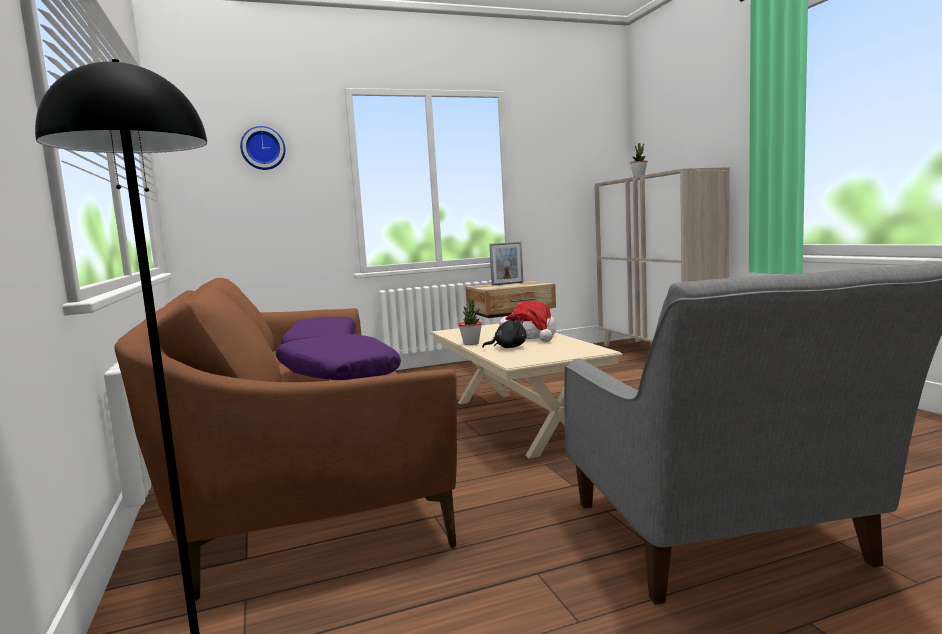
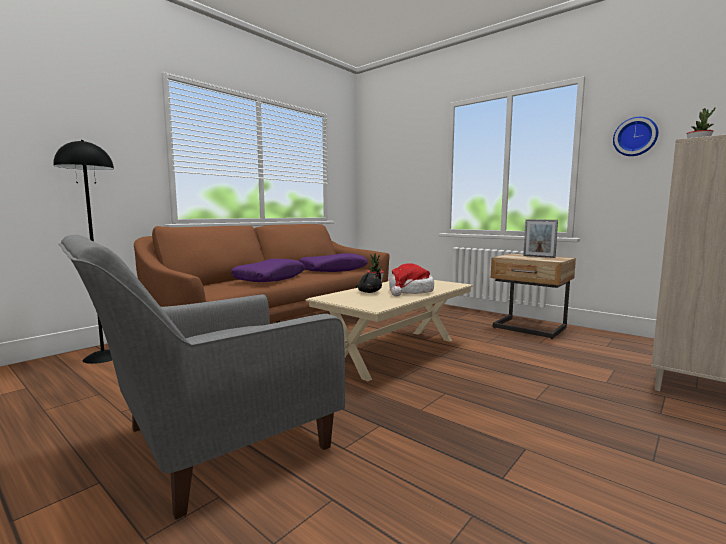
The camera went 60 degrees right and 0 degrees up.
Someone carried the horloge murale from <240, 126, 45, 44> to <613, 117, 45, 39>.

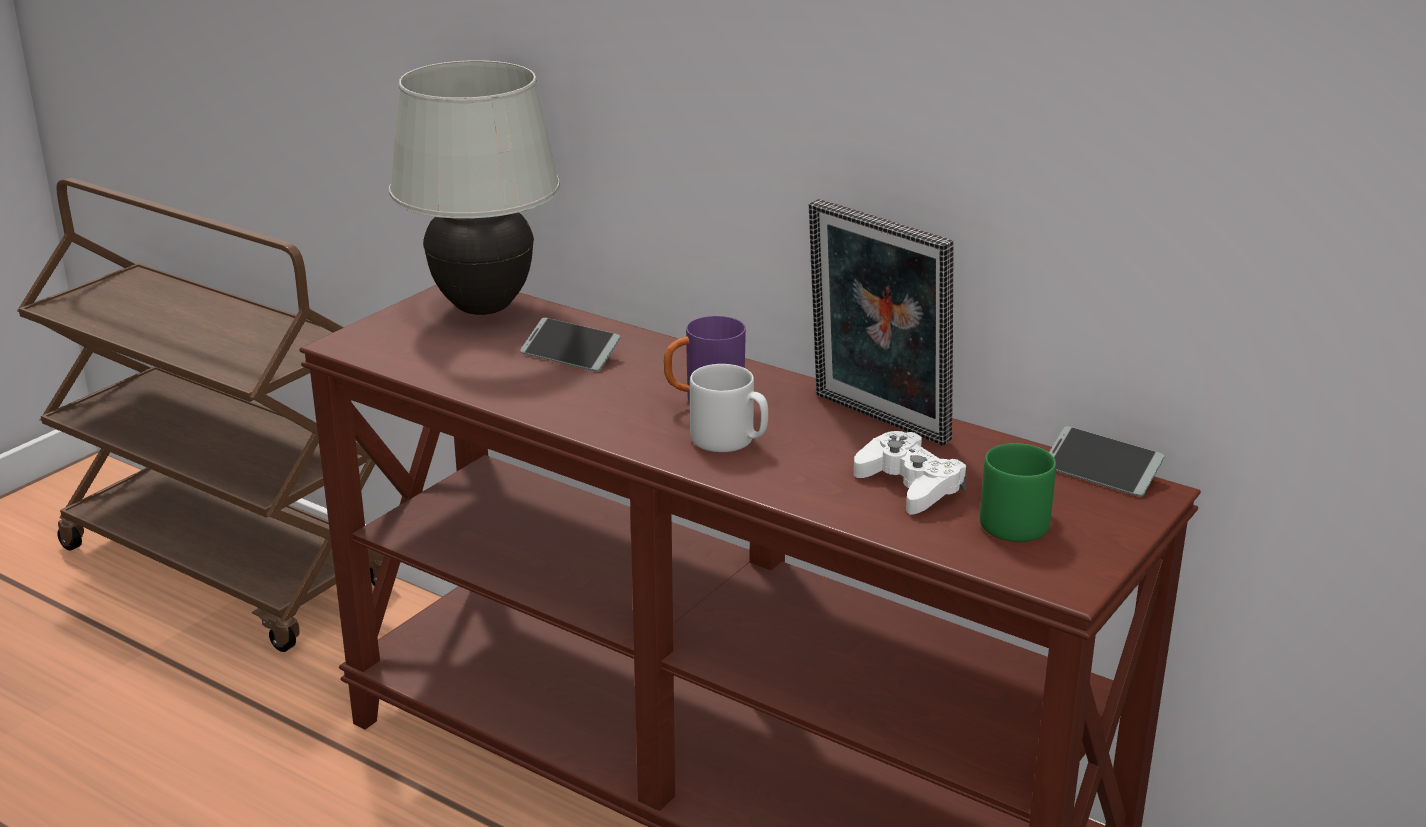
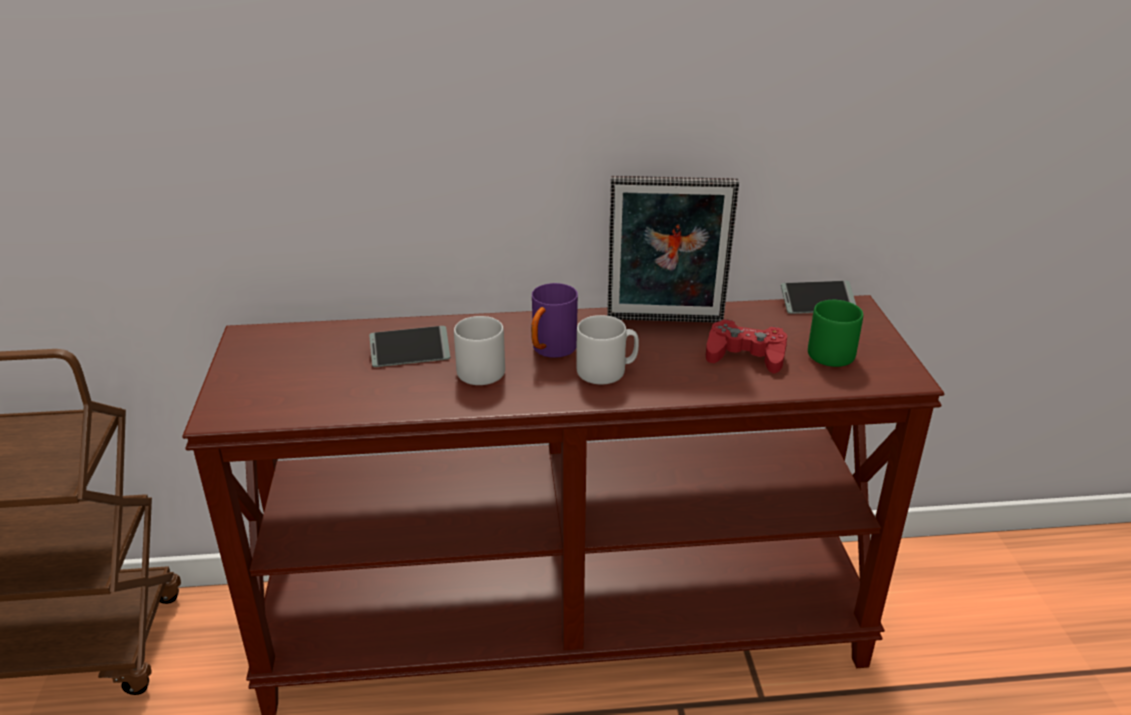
The camera went 40 degrees left and 5 degrees up.
Someone took away the lampe de table/blanc at <389, 60, 171, 255>.
Someone repainted the manette/blanc at <854, 431, 112, 83>, which became the manette/rouge at <706, 319, 81, 54>.
Someone put down the mug/gris at <454, 316, 51, 69>.

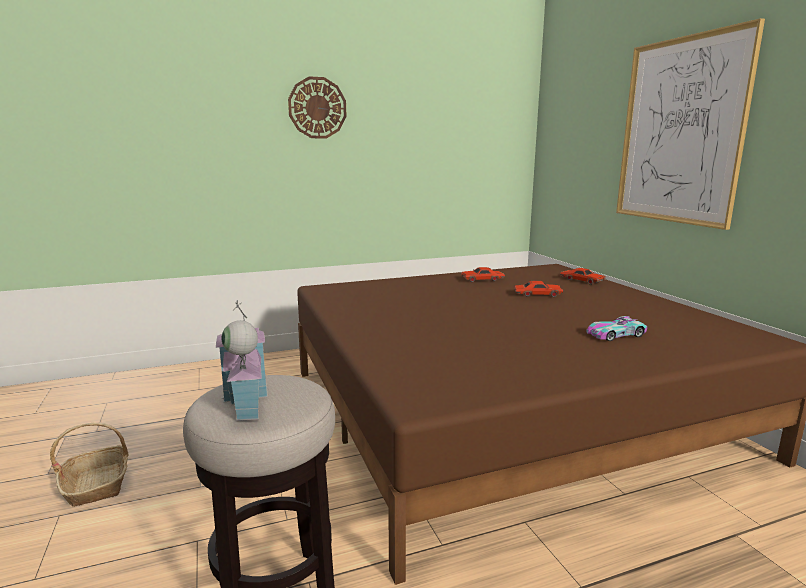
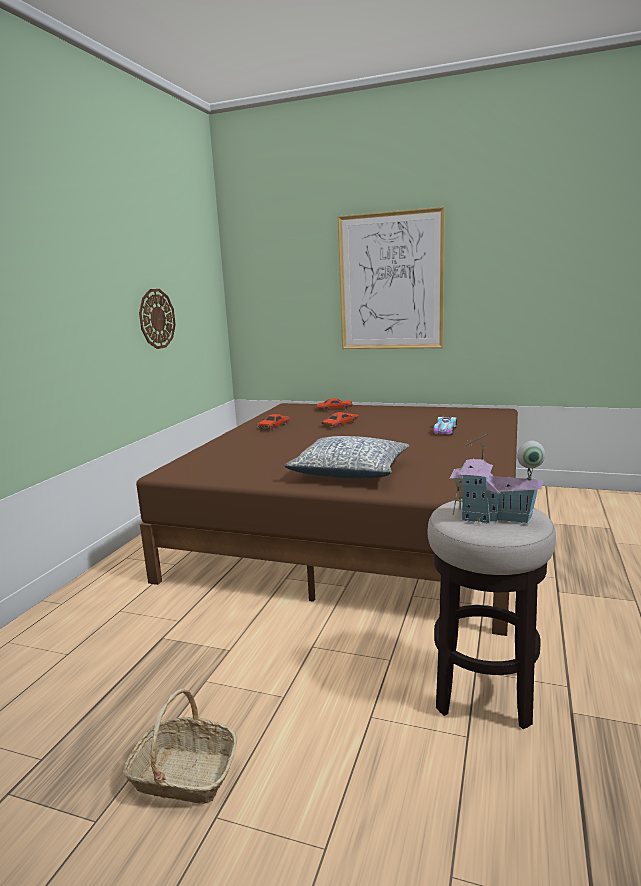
The camera went 50 degrees left and 0 degrees up.
Someone carried the horloge murale from <288, 76, 58, 62> to <139, 289, 37, 60>.
Someone put down the coussin at <285, 436, 124, 42>.

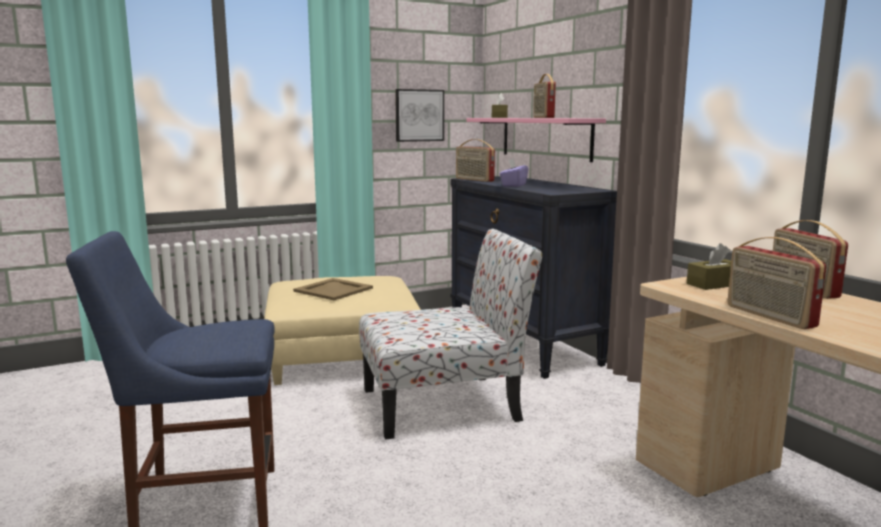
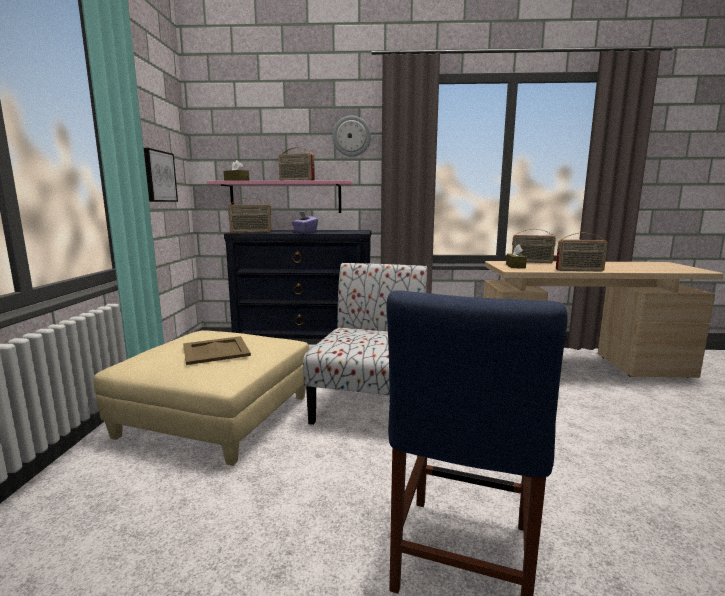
The camera went 60 degrees left and 0 degrees up.
Someone put up the horloge murale at <332, 116, 39, 41>.

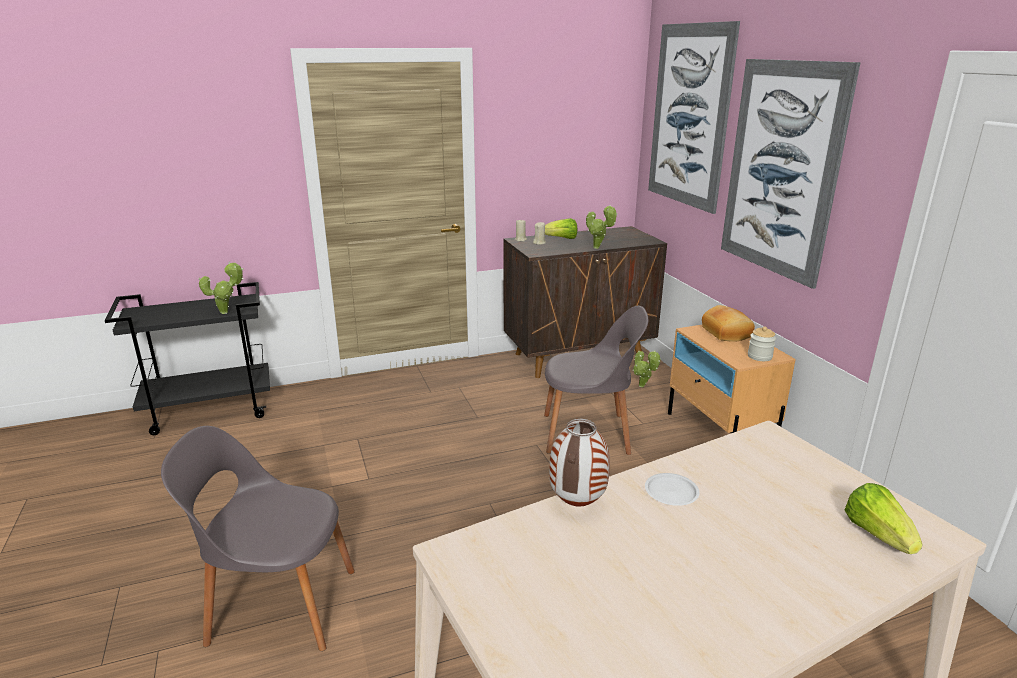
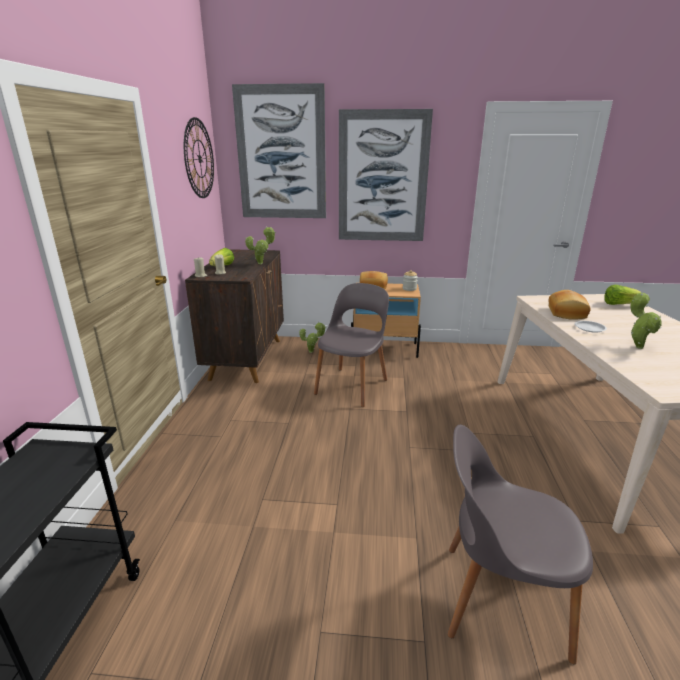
The camera went 65 degrees left and 0 degrees up.
Someone rotated the chaise/gris at <161, 426, 194, 225> by 75 degrees clockwise.
Someone carried the plante en pot from <198, 262, 46, 52> to <631, 293, 31, 56>.
Someone took away the vase at <549, 419, 61, 88>.
Someone put up the horloge murale at <184, 117, 30, 81>.
Someone put down the pain at <549, 290, 41, 30>.

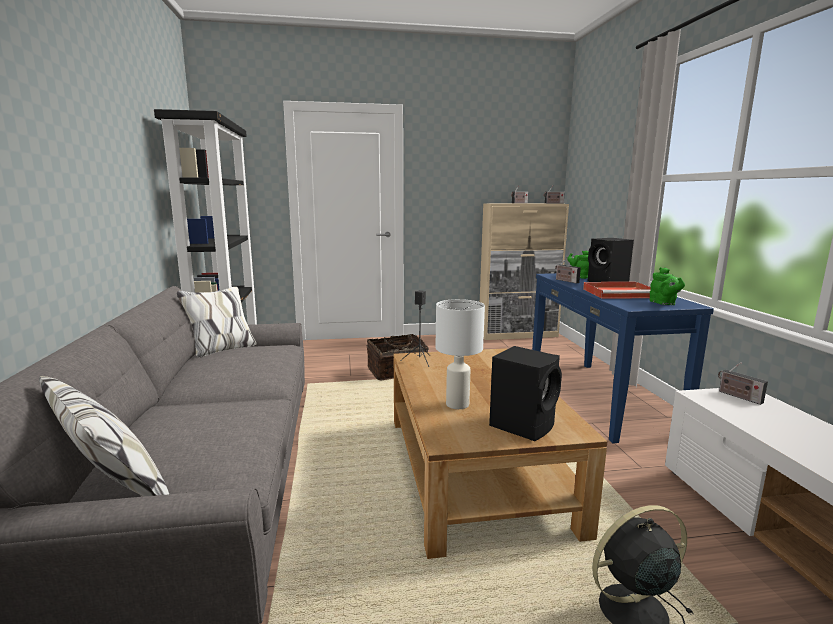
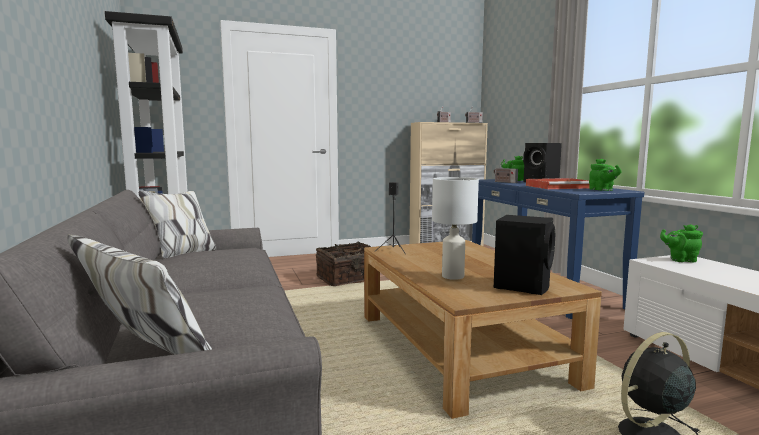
The camera went 10 degrees left and 5 degrees down.
Someone swapped the radio at <718, 362, 50, 43> for the théière/vert at <660, 224, 43, 38>.

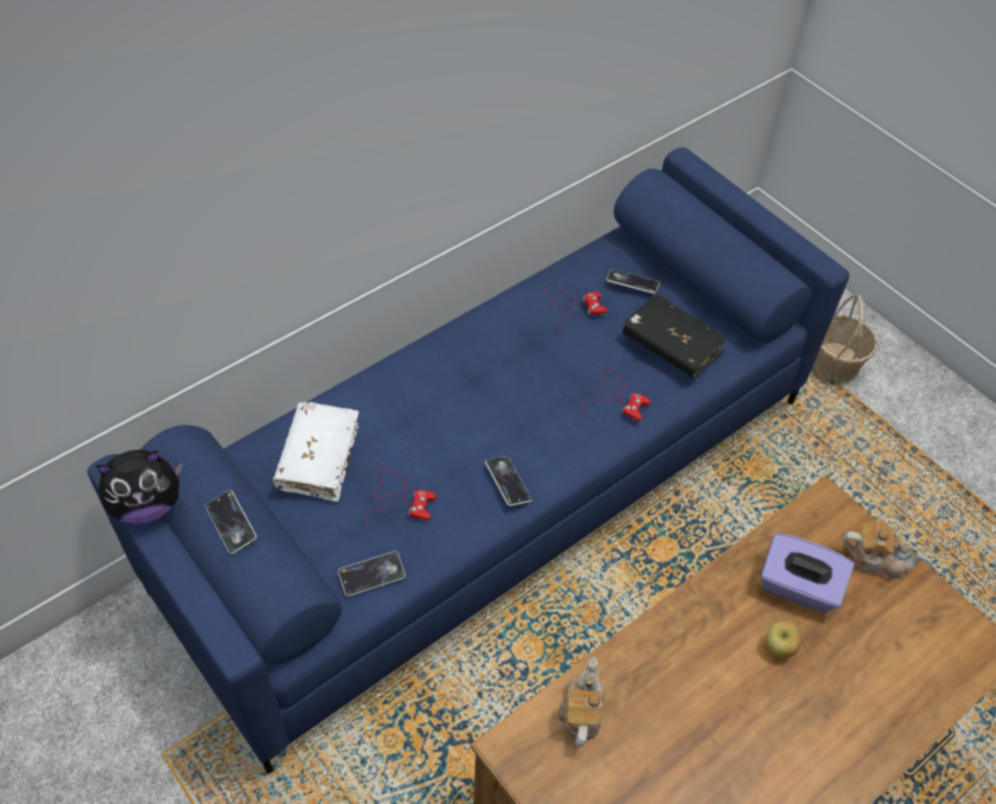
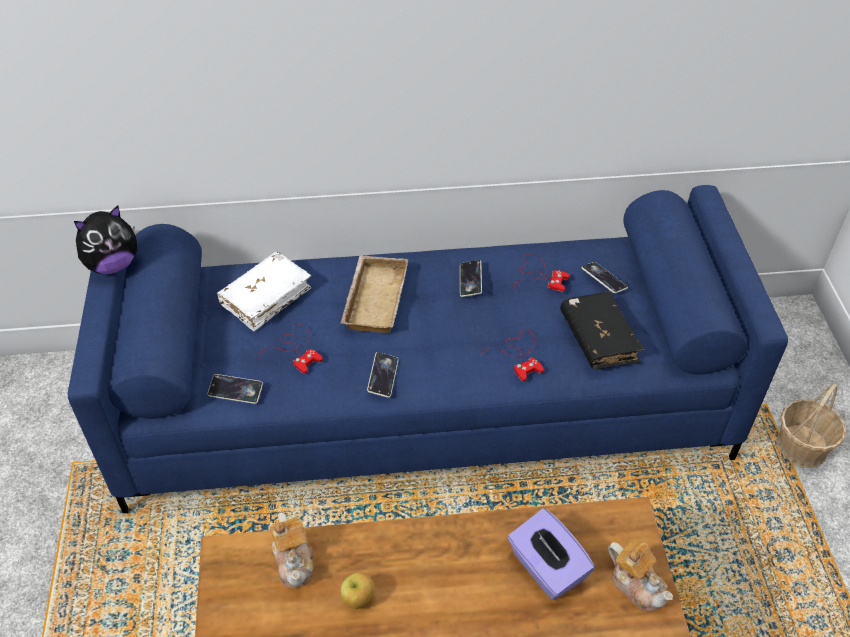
The camera went 35 degrees right and 5 degrees down.
Someone rotated the peluche at <96, 450, 86, 74> by 45 degrees counterclockwise.
Someone carried the téléphone from <205, 490, 52, 64> to <460, 260, 22, 37>.
Someone rotated the théière at <558, 657, 47, 90> by 120 degrees clockwise.
Someone carried the pomme from <766, 621, 36, 37> to <341, 573, 34, 36>.
Someone put down the plateau/beige at <341, 255, 67, 78>.

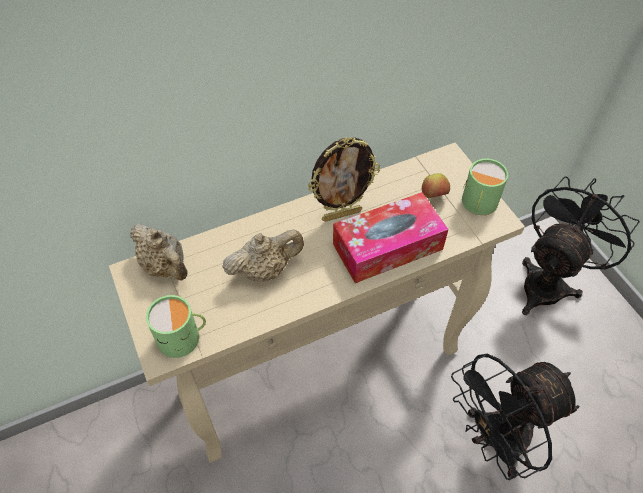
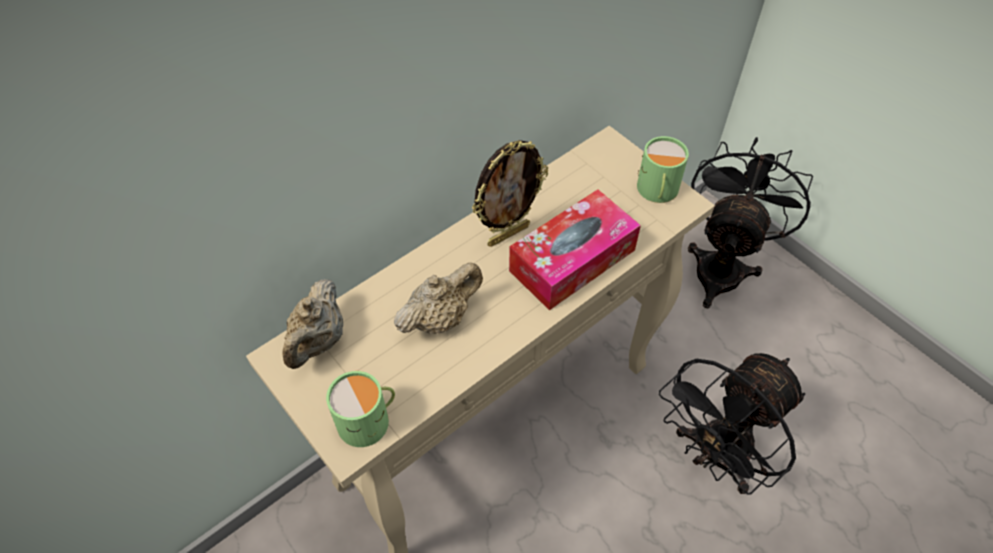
The camera went 15 degrees left and 0 degrees up.
Someone rotated the théière/beige at <130, 223, 58, 57> by 75 degrees clockwise.
Someone took away the pomme at <422, 173, 28, 25>.

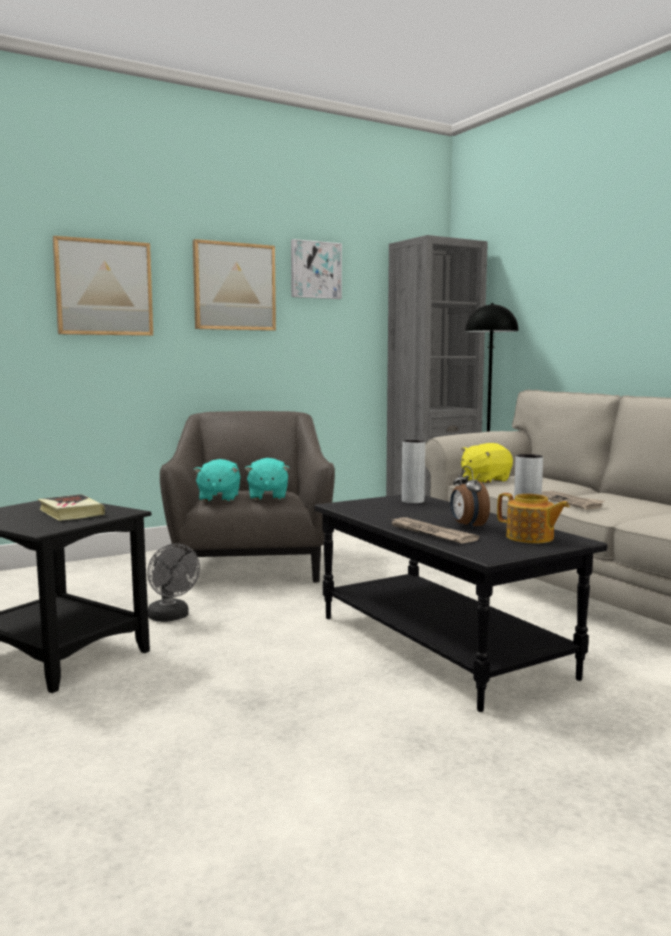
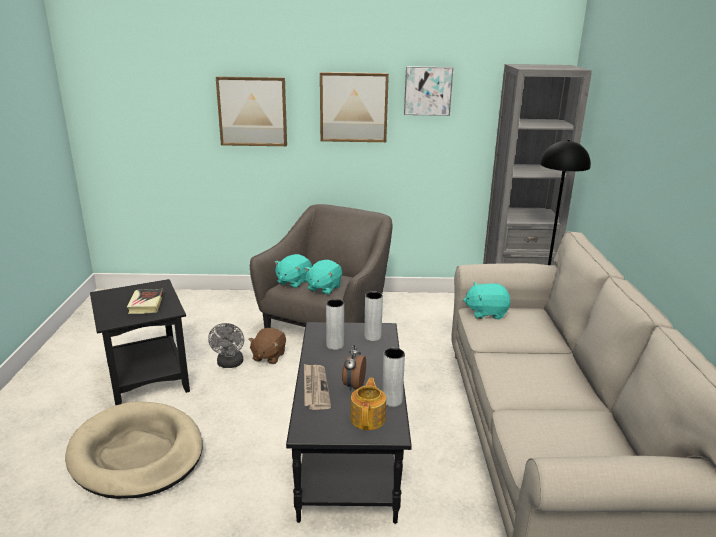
The camera went 30 degrees right and 15 degrees up.
Someone repainted the peluche/jaune at <461, 443, 52, 40>, which became the peluche/turquoise at <463, 282, 47, 37>.
Someone rotated the théière at <497, 493, 73, 50> by 150 degrees counterclockwise.
Someone took away the journal at <542, 491, 63, 19>.
Someone put down the panier pour chien/beige at <65, 401, 138, 98>.
Someone put down the peluche/marron at <248, 328, 38, 36>.
Someone put down the vase/gris at <326, 299, 18, 51>.

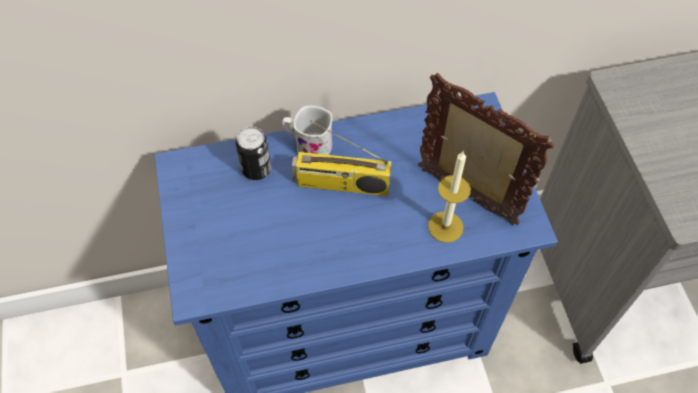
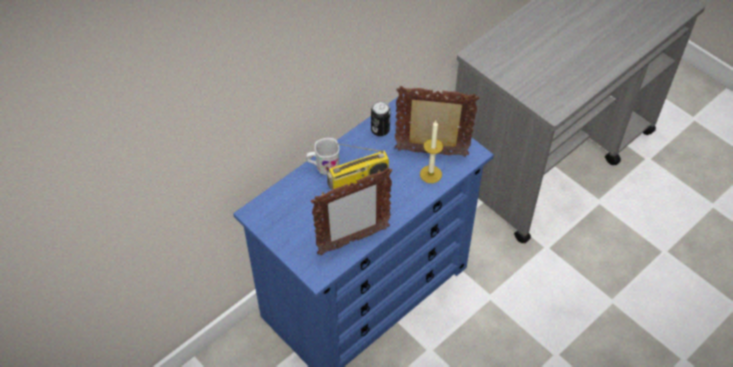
The camera went 30 degrees left and 5 degrees down.
Someone carried the boîte métallique from <236, 127, 35, 53> to <371, 101, 20, 35>.
Someone put down the cadre photo at <311, 167, 81, 88>.

